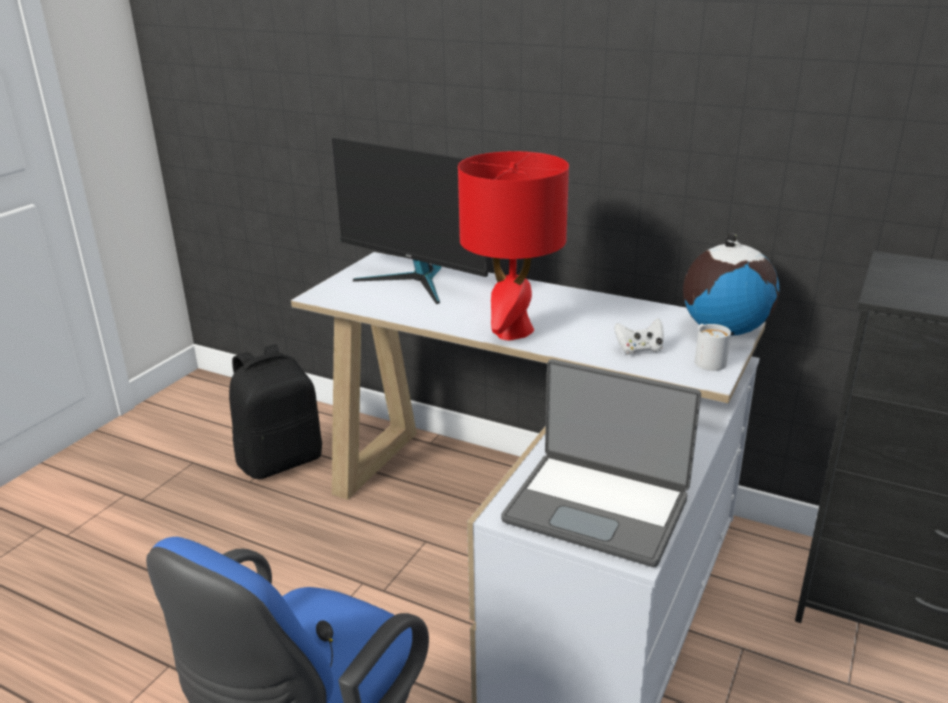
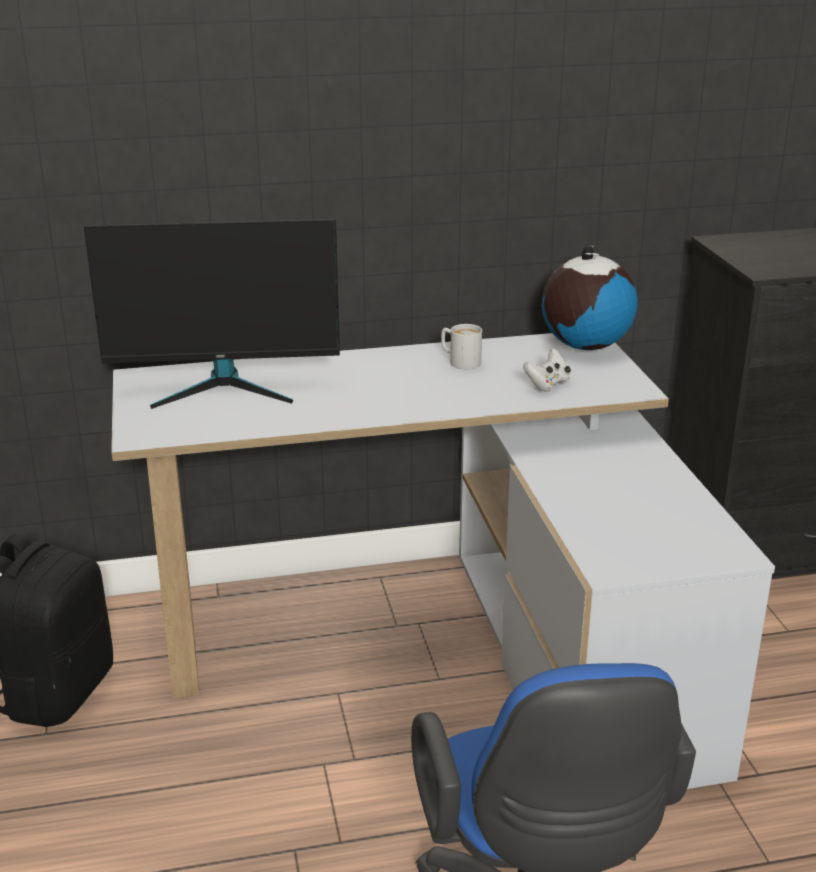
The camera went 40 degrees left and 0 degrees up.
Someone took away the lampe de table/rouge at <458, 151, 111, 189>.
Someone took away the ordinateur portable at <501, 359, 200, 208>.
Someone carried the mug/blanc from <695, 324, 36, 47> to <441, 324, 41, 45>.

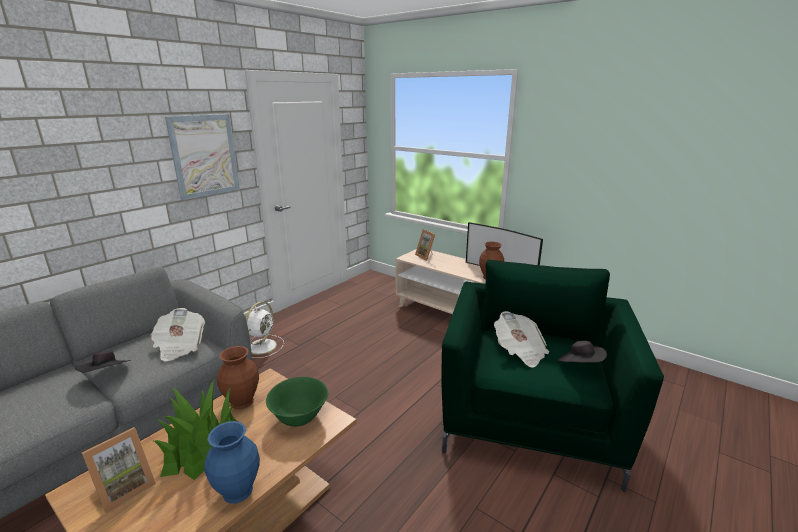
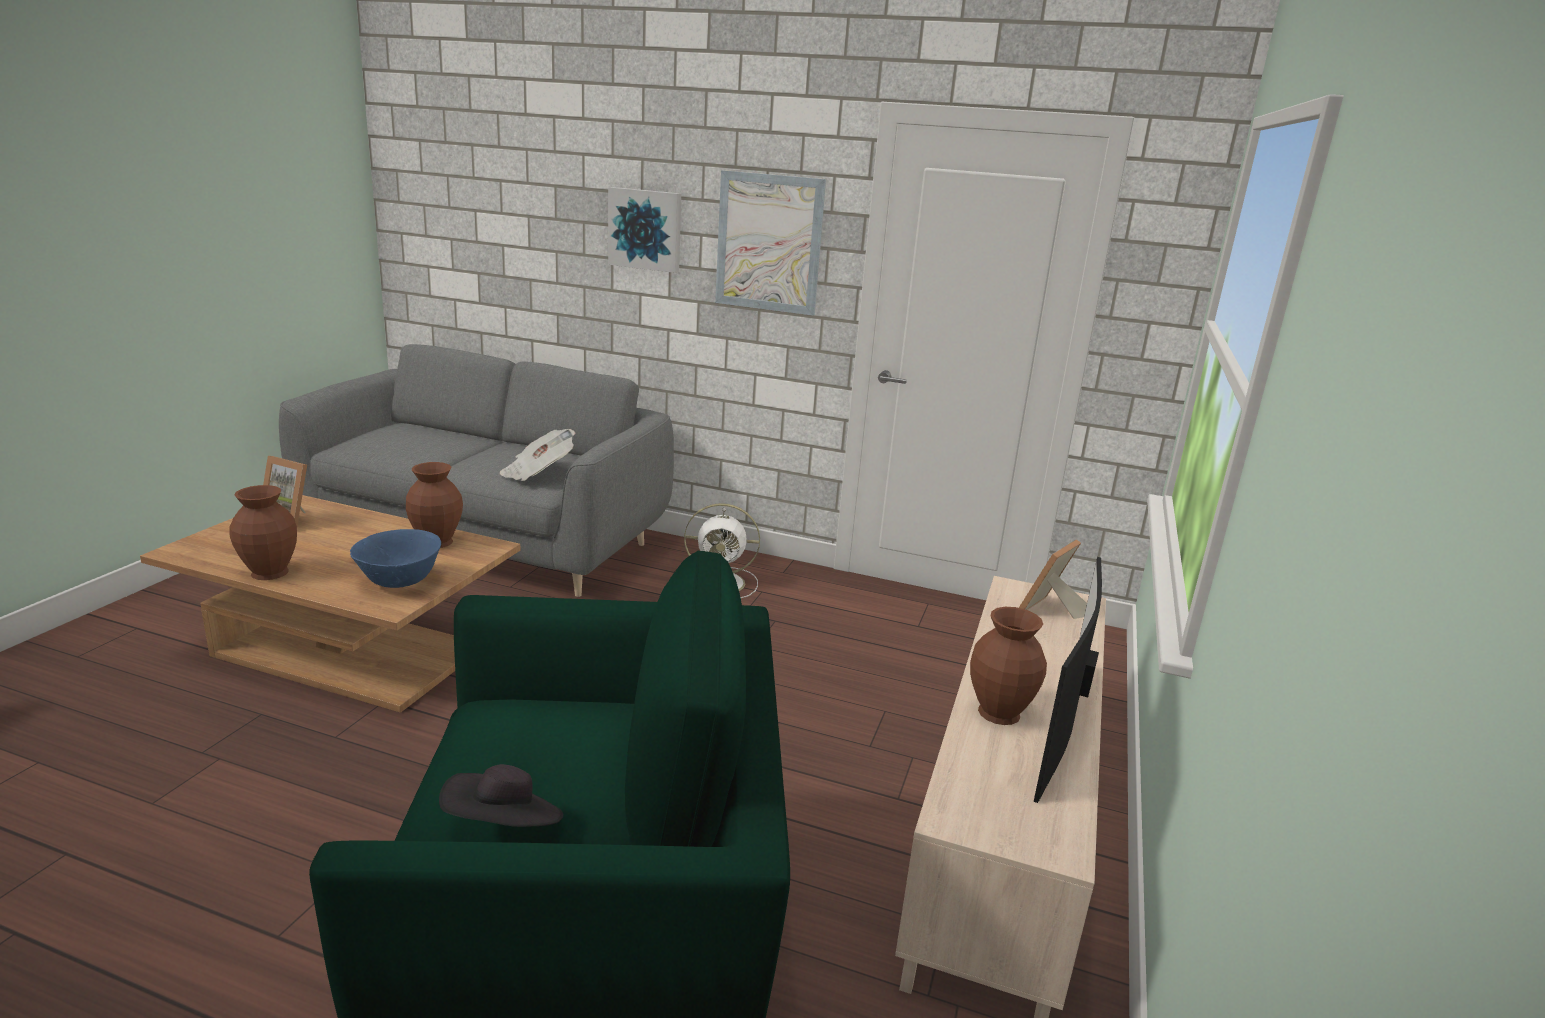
The camera went 70 degrees right and 0 degrees up.
Someone took away the chapeau/noir at <75, 351, 56, 22>.
Someone took away the plante en pot at <154, 378, 84, 102>.
Someone repainted the vase/bleu at <204, 421, 56, 83>, which became the vase/marron at <229, 485, 68, 95>.
Someone repainted the bol/vert at <266, 377, 63, 50>, which became the bol/bleu at <350, 529, 91, 59>.
Someone took away the journal at <494, 311, 55, 57>.
Someone put up the tableau at <608, 187, 73, 86>.

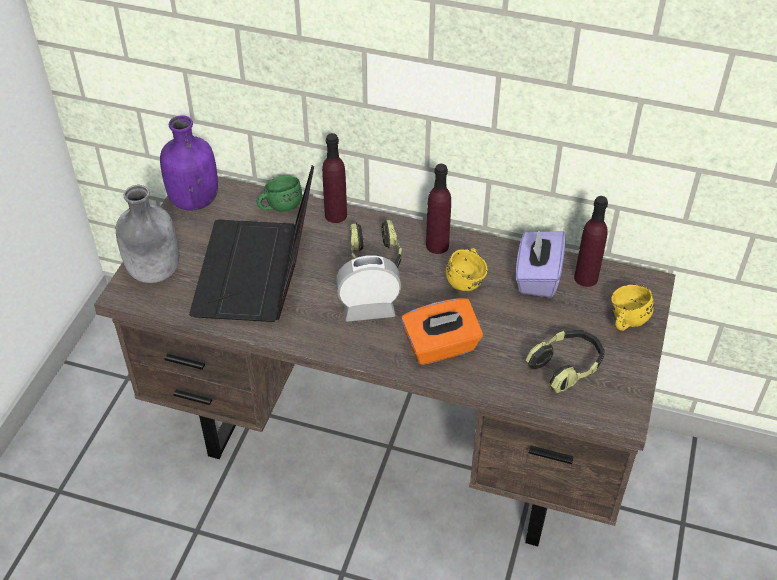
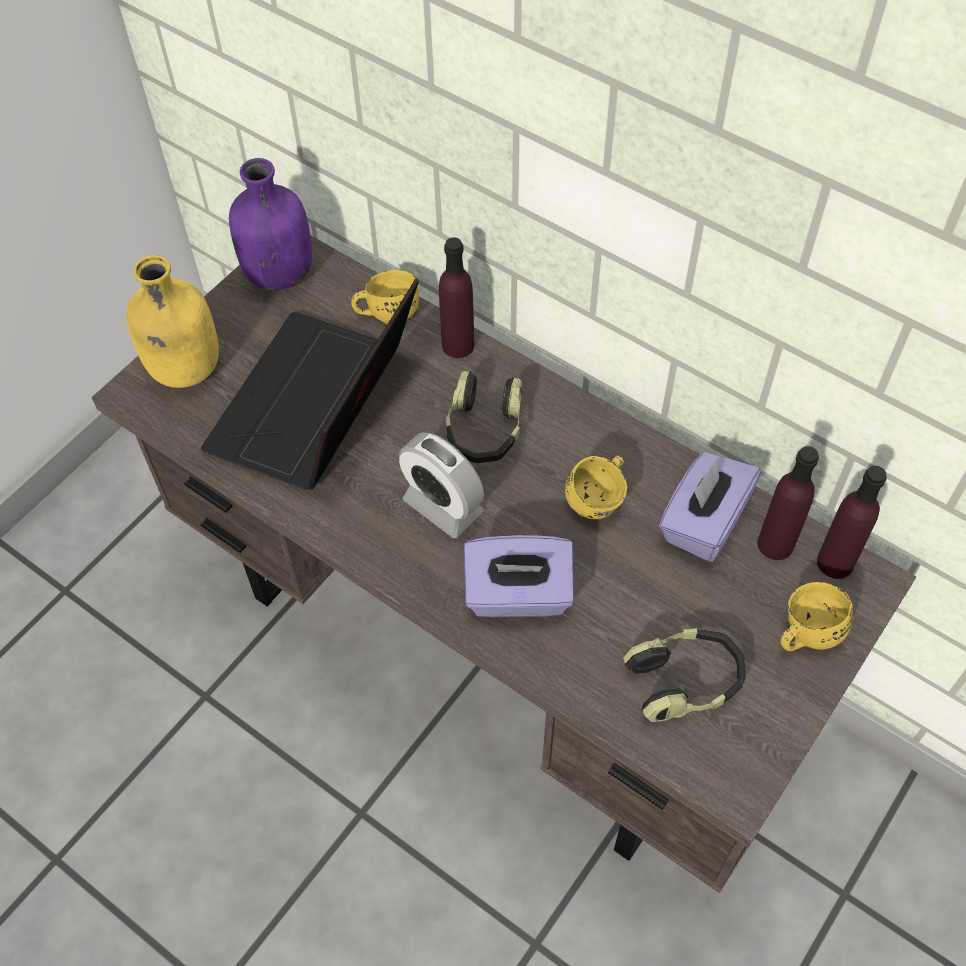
The camera went 20 degrees right and 10 degrees up.
Someone repainted the bouteille/gris at <116, 185, 63, 98>, which became the bouteille/jaune at <126, 255, 93, 133>.
Someone repainted the mug/vert at <257, 176, 45, 36>, which became the mug/jaune at <351, 270, 68, 54>.
Someone rotated the réveil at <336, 255, 65, 67> by 150 degrees counterclockwise.
Someone repainted the boîte à mouchoirs/orange at <401, 298, 82, 67>, which became the boîte à mouchoirs/violet at <464, 535, 110, 82>.
Someone carried the bouteille/violet from <426, 164, 25, 90> to <817, 466, 70, 113>.

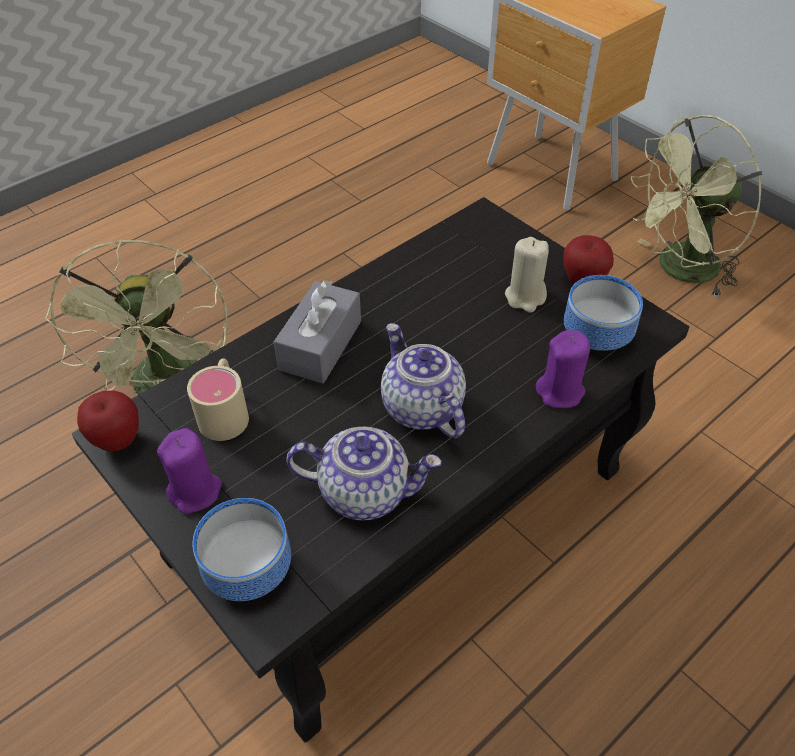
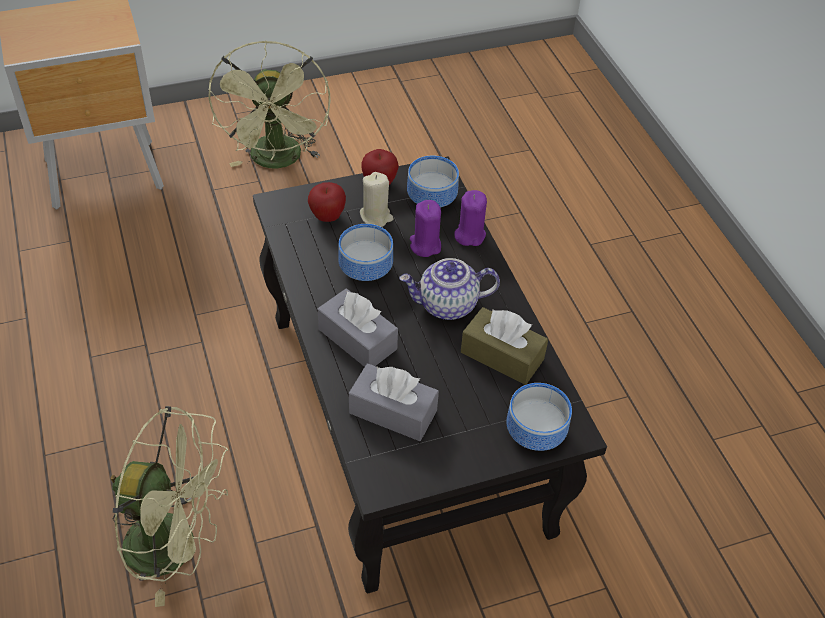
The camera went 70 degrees left and 0 degrees up.
Someone carried the pomme from <77, 390, 62, 62> to <308, 182, 38, 40>.
Someone carried the bougie/violet from <157, 428, 65, 86> to <410, 200, 31, 57>.
Someone swapped the mug/beige at <187, 358, 62, 83> for the boîte à mouchoirs/gris at <349, 363, 90, 78>.
Someone swapped the théière at <286, 427, 156, 94> for the boîte à mouchoirs/marron at <461, 307, 87, 78>.
Someone put down the bol at <338, 224, 55, 57>.

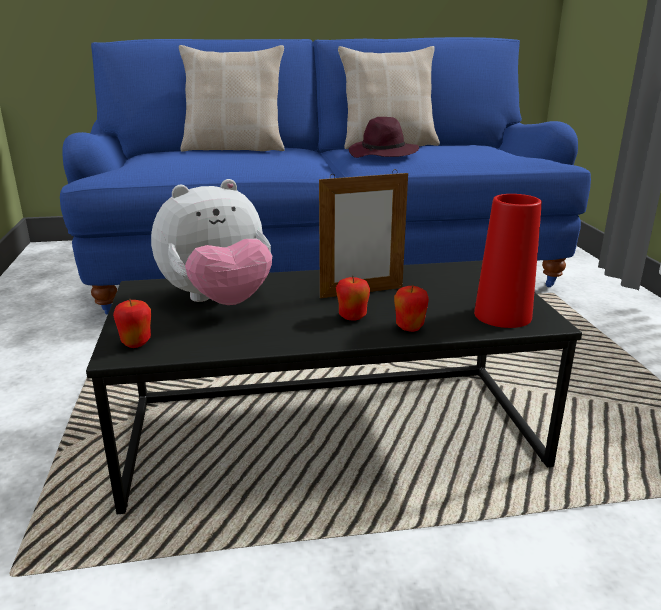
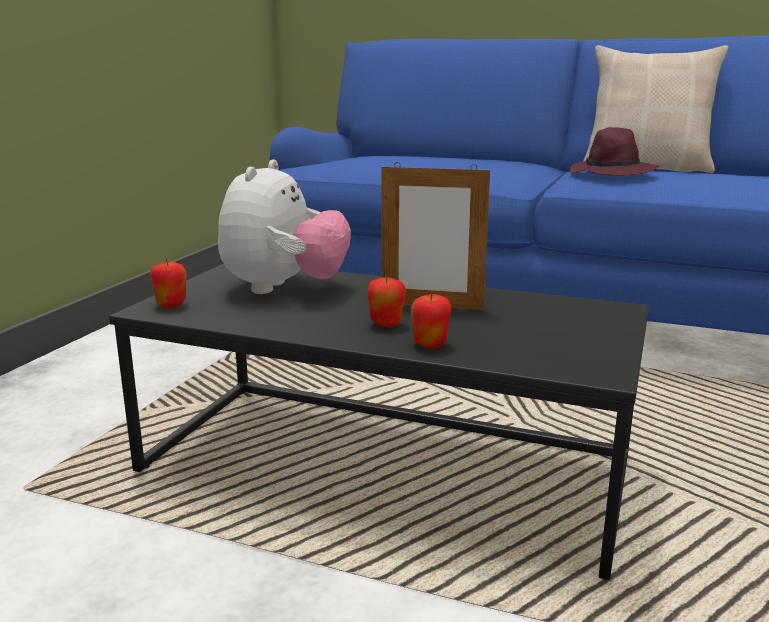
The camera went 30 degrees right and 5 degrees down.
Someone rotated the peluche at <151, 179, 121, 126> by 75 degrees counterclockwise.
Someone took away the coussin/beige at <179, 45, 106, 107>.
Someone took away the vase/rouge at <474, 194, 68, 134>.

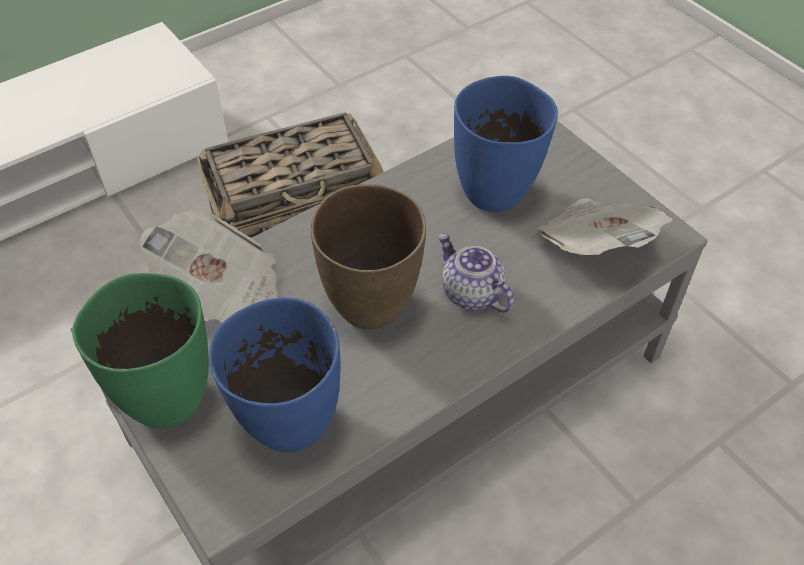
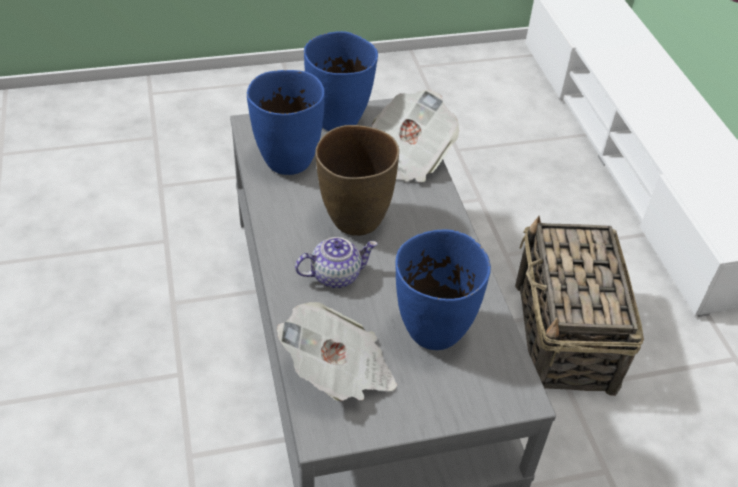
The camera went 110 degrees right and 5 degrees down.
Someone repainted the vase/vert at <72, 273, 137, 156>, which became the vase/bleu at <304, 31, 74, 100>.

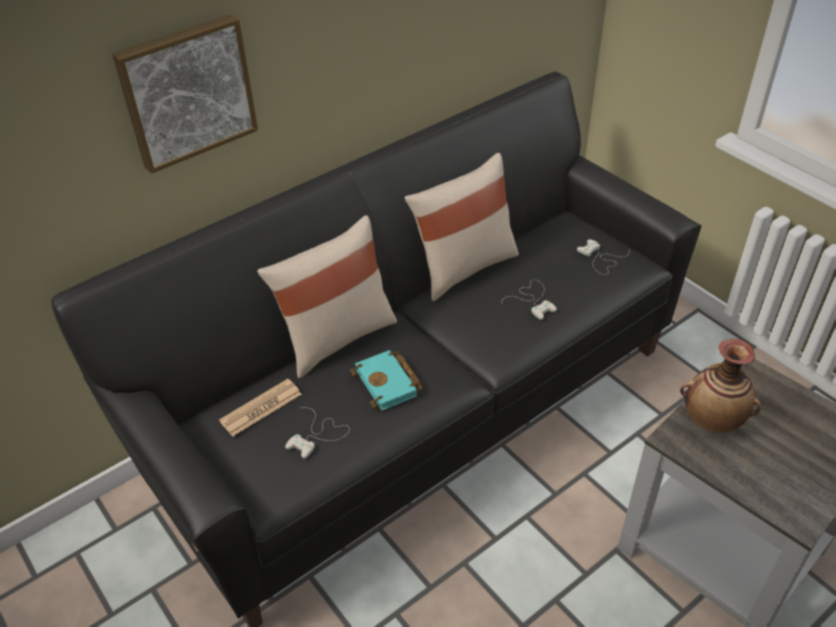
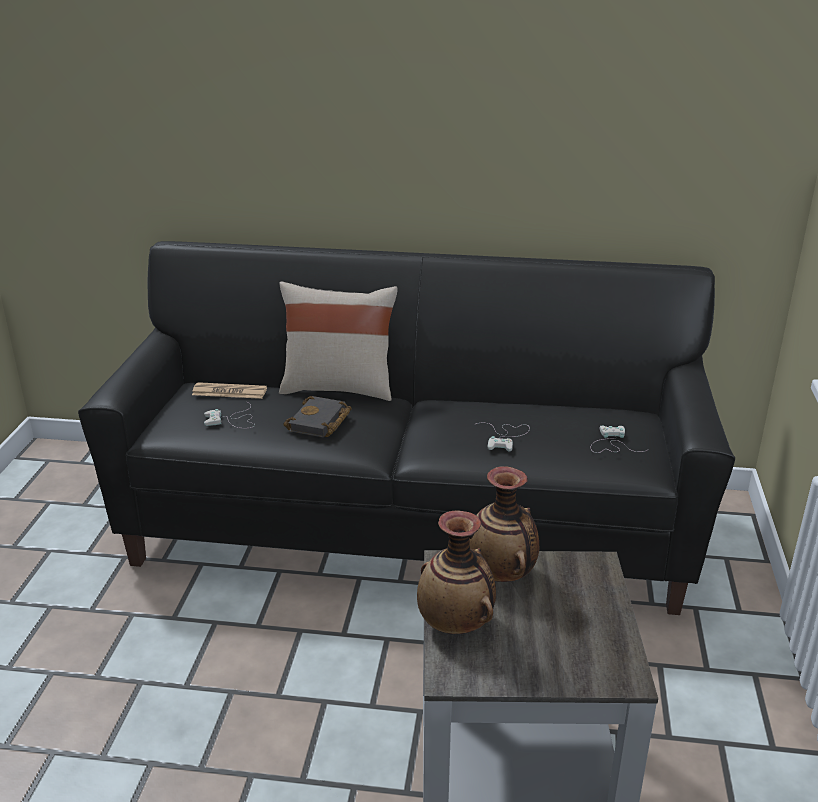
The camera went 45 degrees right and 15 degrees down.
Someone took away the tableau at <112, 14, 146, 160>.
Someone repainted the livre/turquoise at <350, 350, 73, 61>, which became the livre/noir at <284, 396, 68, 42>.
Someone took away the coussin/beige at <405, 153, 114, 149>.
Someone put down the vase at <417, 510, 79, 124>.

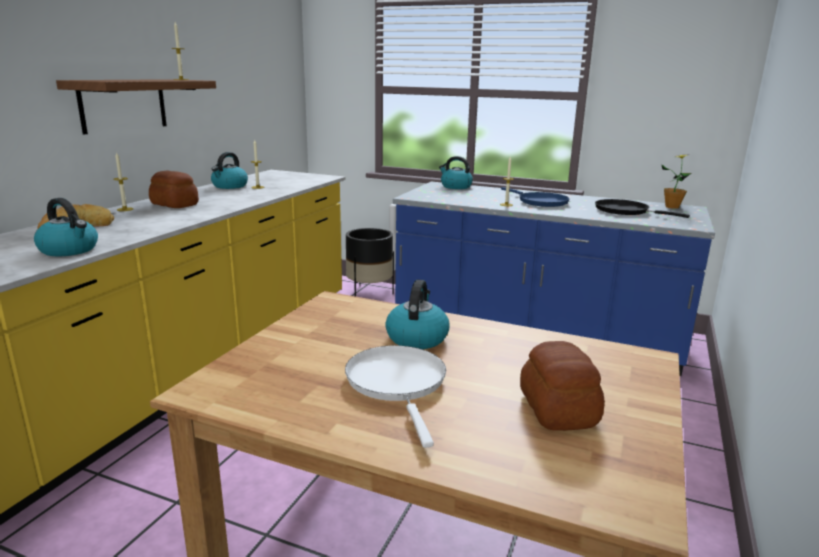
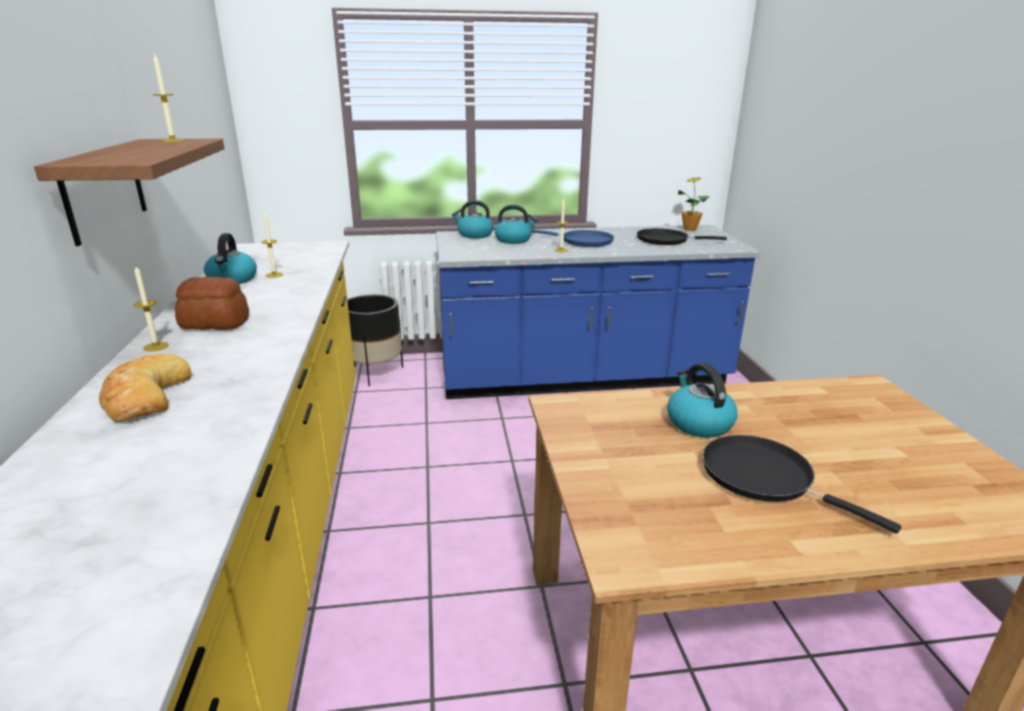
The camera went 30 degrees left and 5 degrees up.
Someone carried the bouilloire from <34, 198, 64, 58> to <495, 205, 42, 39>.
Someone repainted the poêle/blanc at <345, 345, 101, 103>, which became the poêle/noir at <702, 435, 199, 99>.
Someone took away the pain at <520, 341, 85, 90>.

